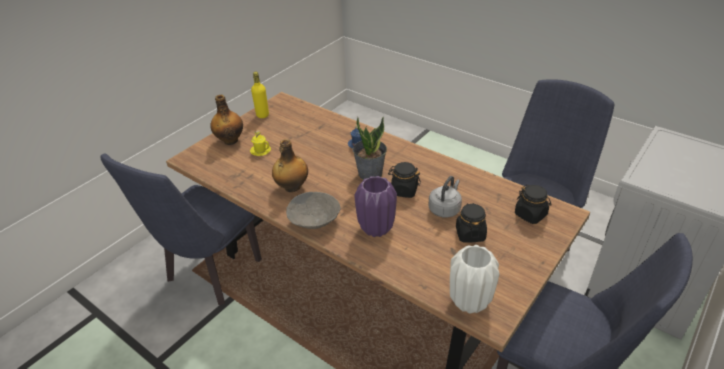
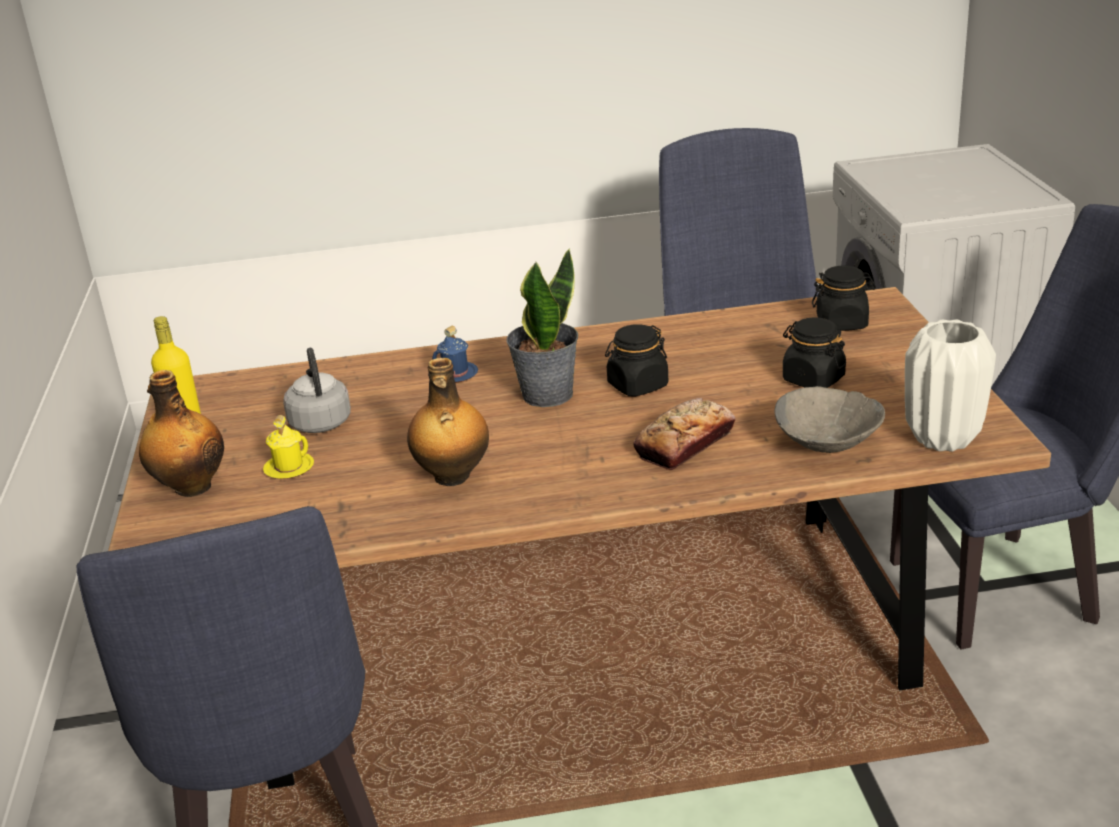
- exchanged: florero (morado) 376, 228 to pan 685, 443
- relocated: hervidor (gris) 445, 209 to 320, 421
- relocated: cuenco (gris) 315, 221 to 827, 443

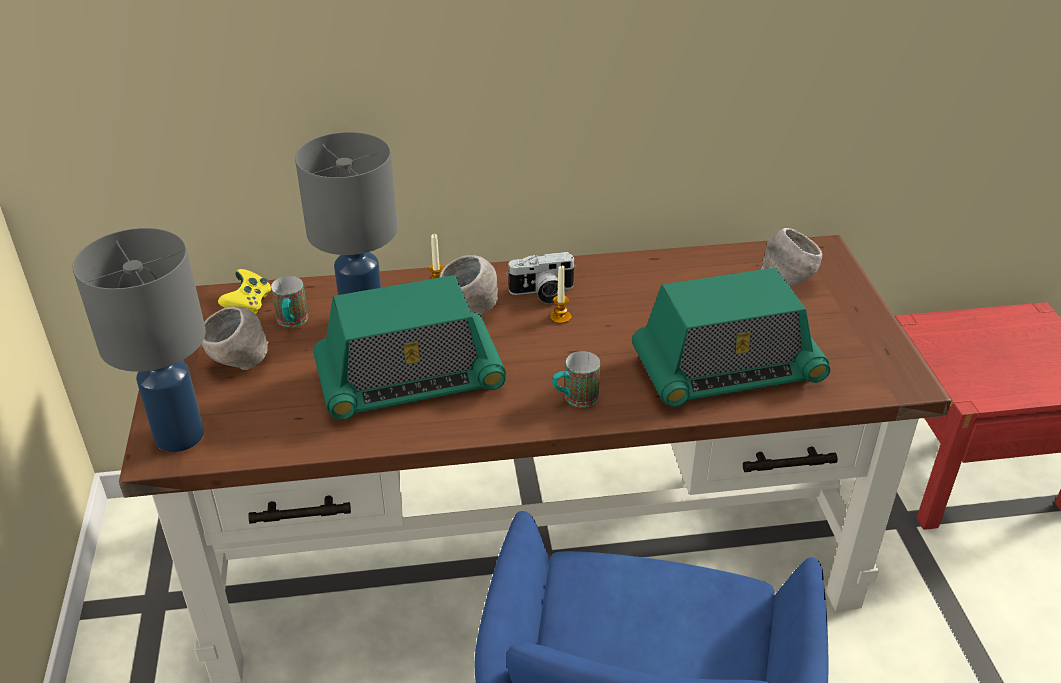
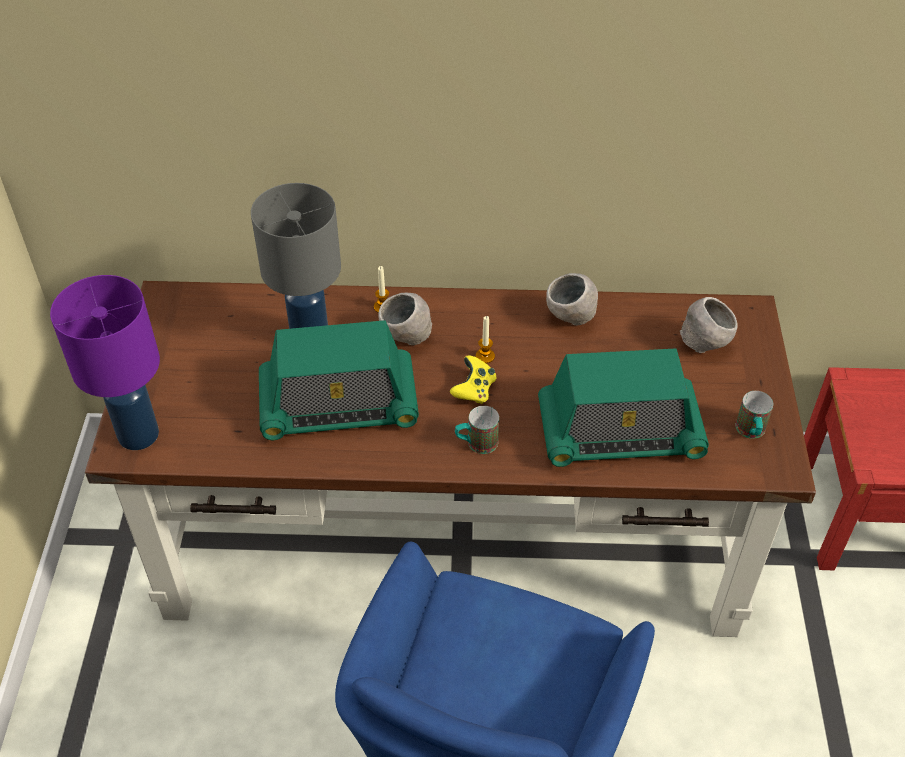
- colour: lámpara de mesa (gris) 180, 434 to lámpara de mesa (morado) 139, 433
- missing: cámara 542, 293
- relocated: mando de consola (amarillo) 248, 304 to 474, 390
- relocated: taza grande 292, 322 to 751, 432
- relocated: cuenco (gris) 240, 364 to 571, 319

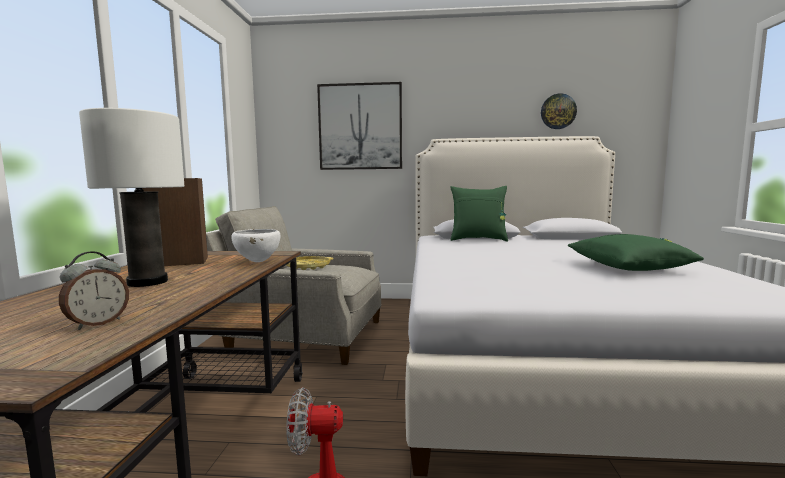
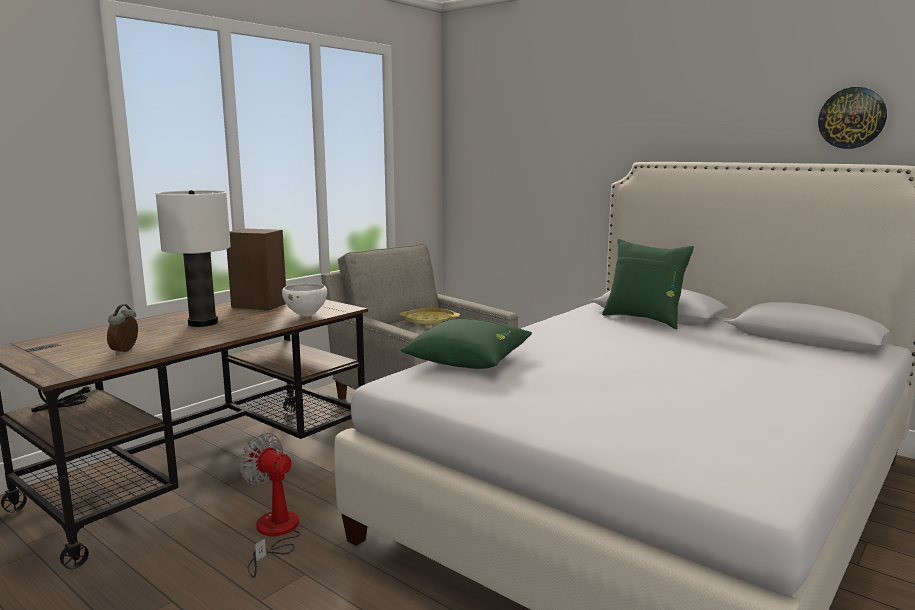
- missing: cuadro 360, 127
- relocated: cojín (verde) 629, 268 to 468, 361
- spun: despertador 97, 323 = 126, 351 120 degrees clockwise

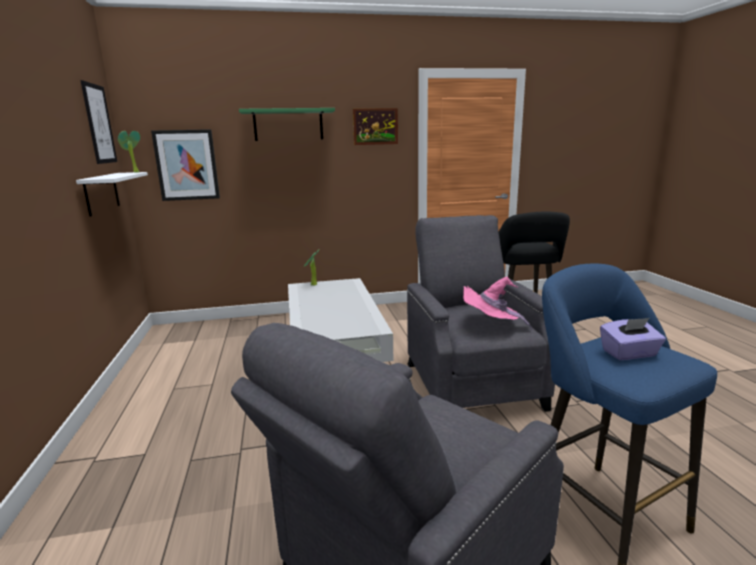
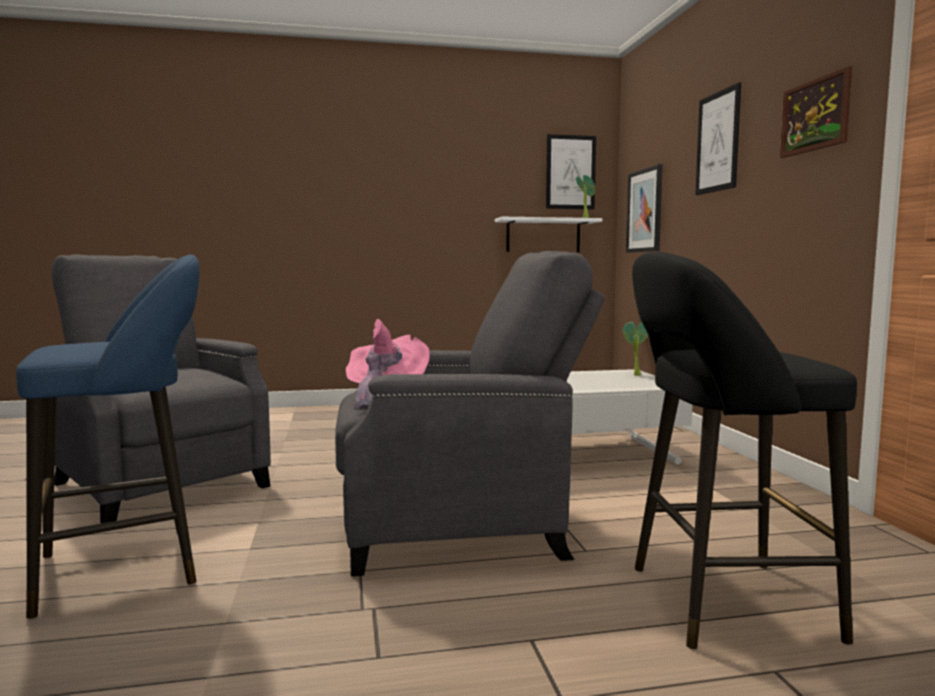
- exchanged: estante (verde) 288, 125 to cuadro 718, 142
- missing: caja de pañuelos (morado) 629, 354

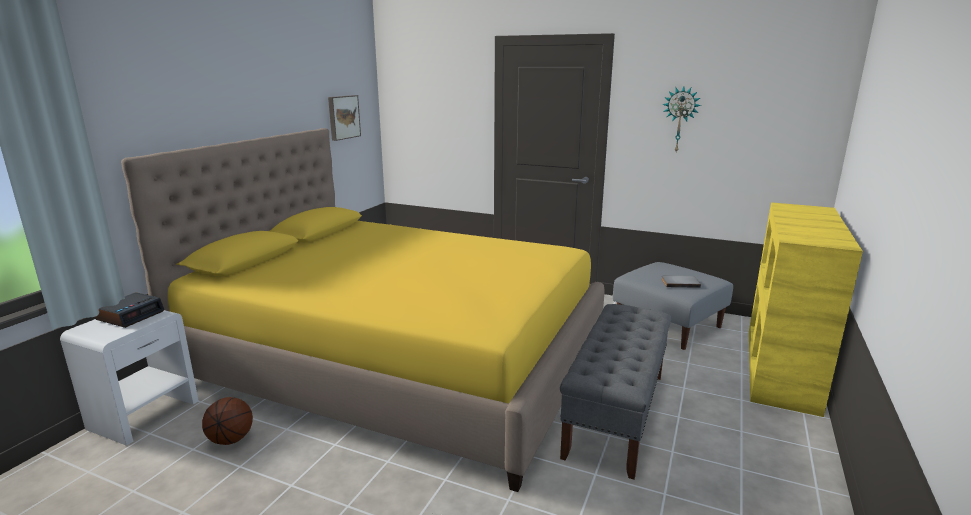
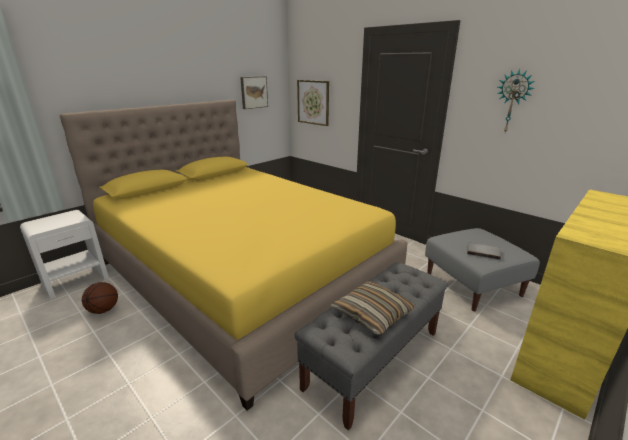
- missing: despertador 131, 315
- appeared: cuadro 313, 102
- appeared: cojín 372, 314

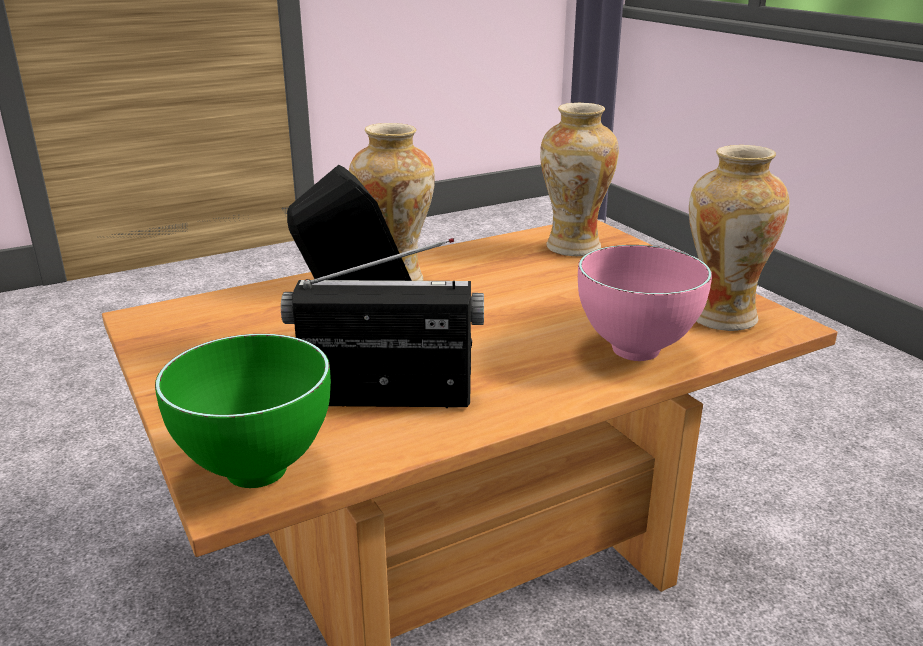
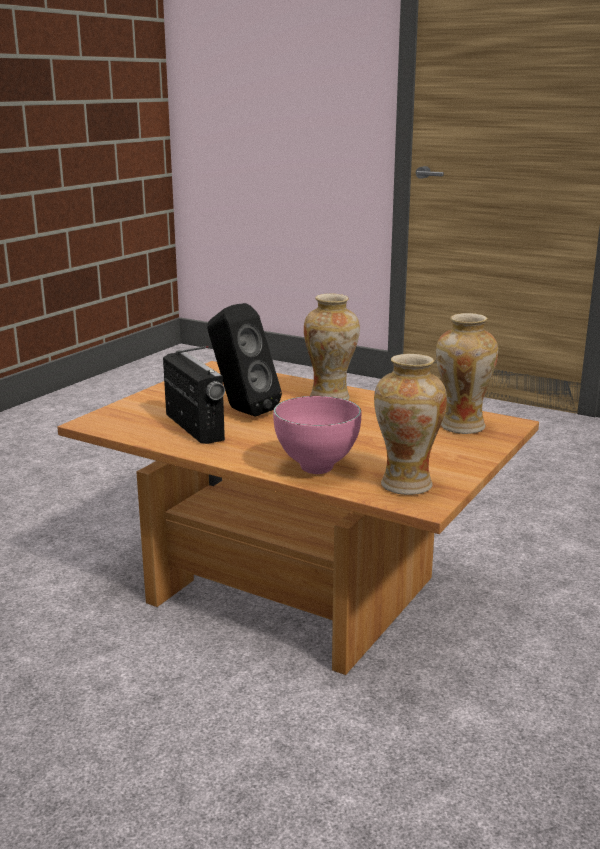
- missing: cuenco (verde) 254, 475

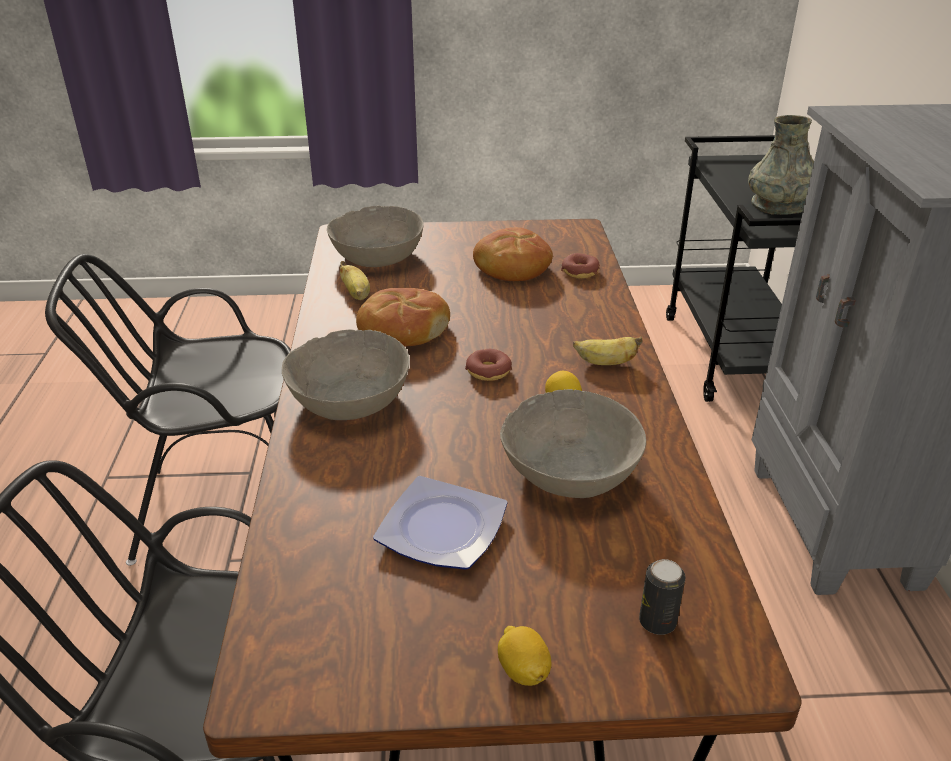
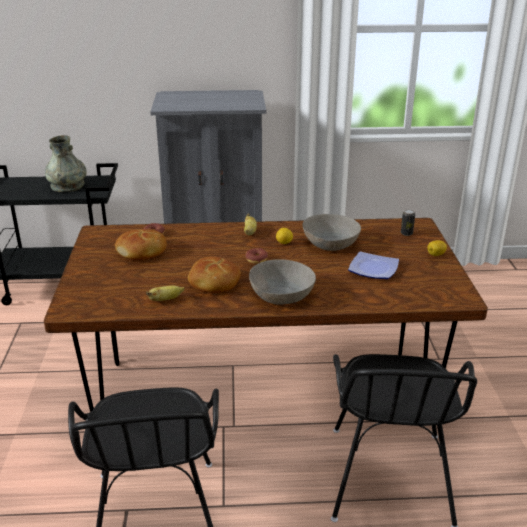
- missing: cuenco (gris) 377, 255

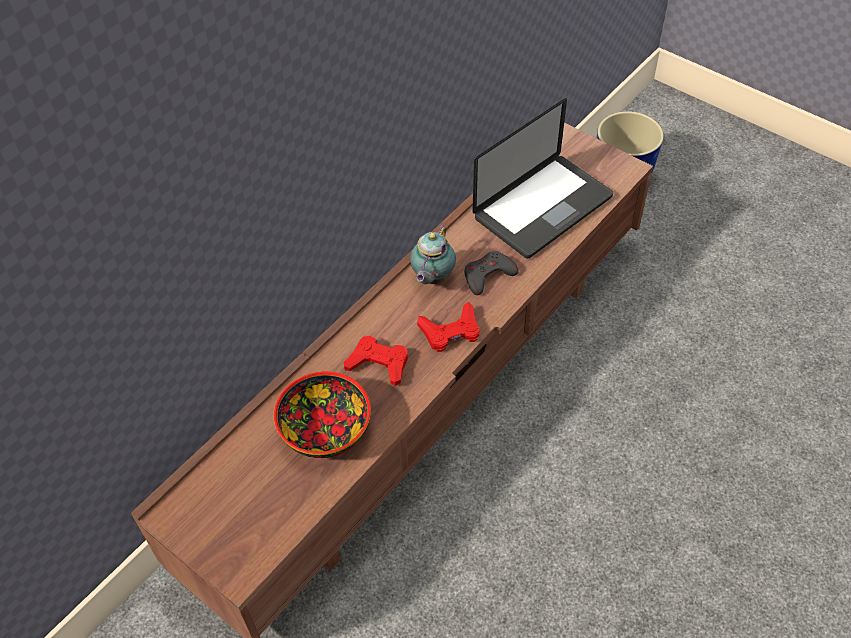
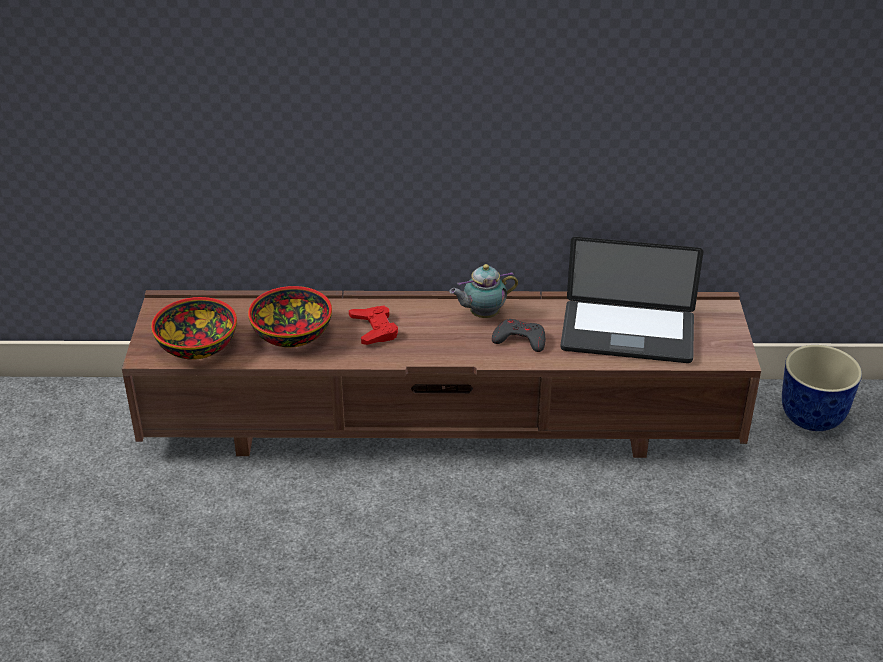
- missing: mando de consola (rojo) 450, 331
- appeared: cuenco 198, 346

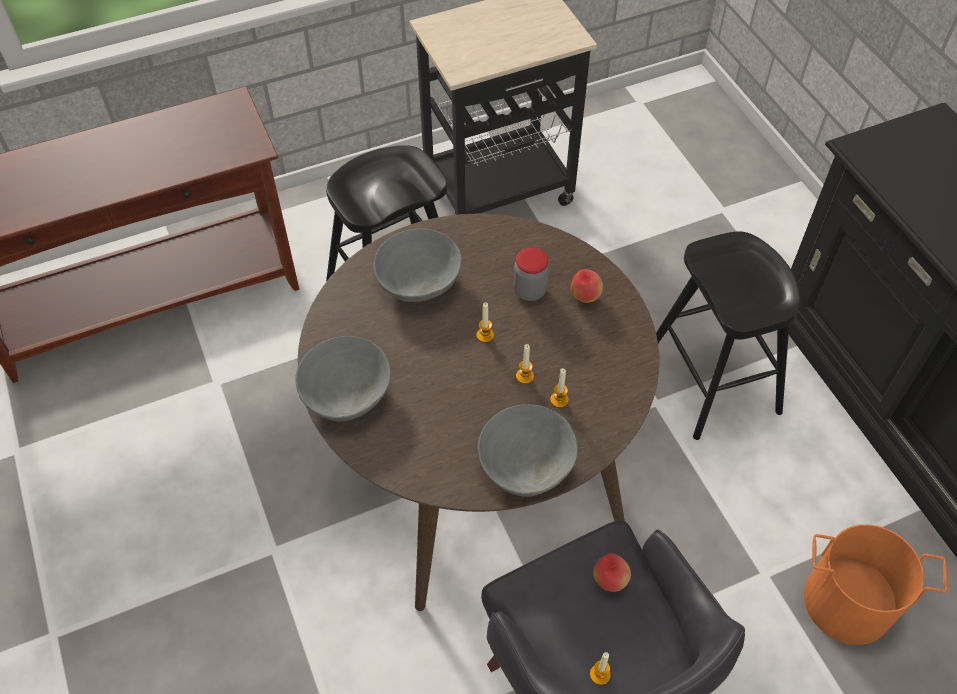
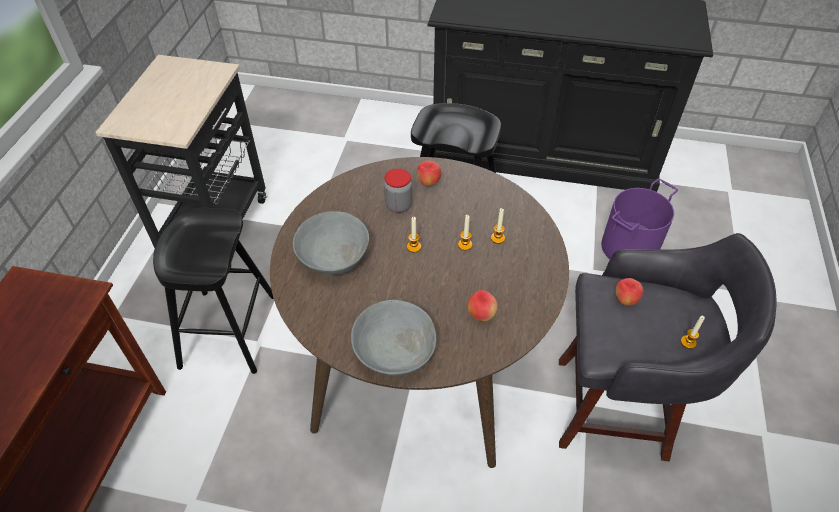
- missing: cuenco (gris) 525, 463
- colour: cubo (naranja) 848, 603 to cubo (morado) 630, 247
- appeared: manzana 481, 315

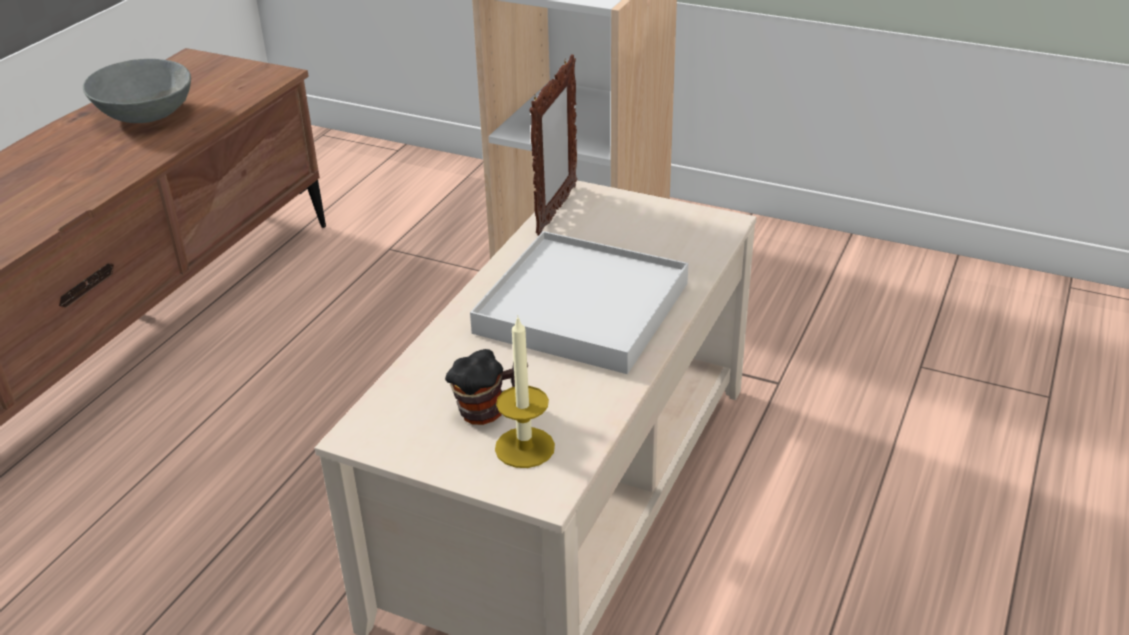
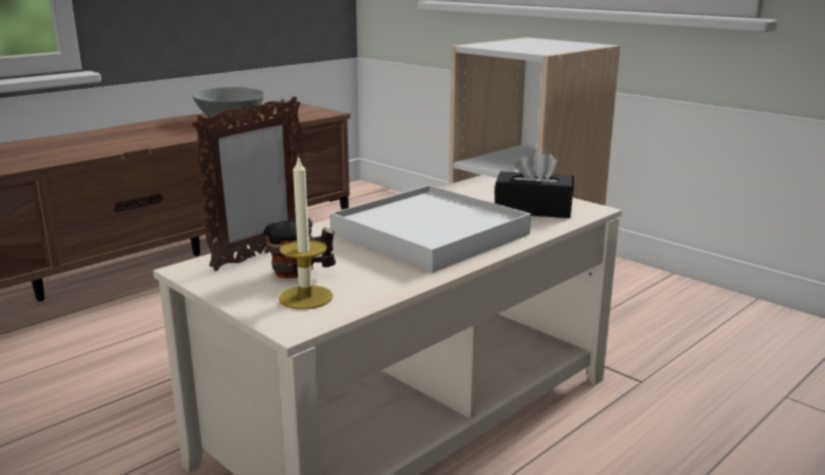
- relocated: portarretratos 556, 211 to 259, 255
- appeared: caja de pañuelos (negro) 533, 209

